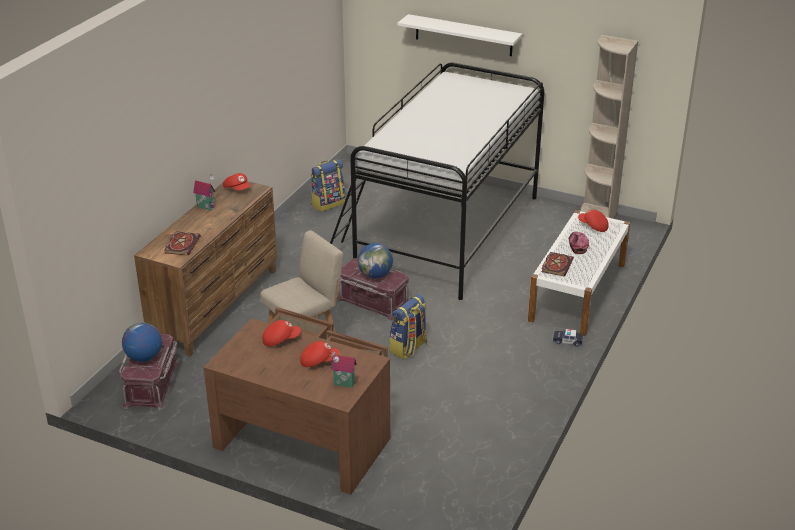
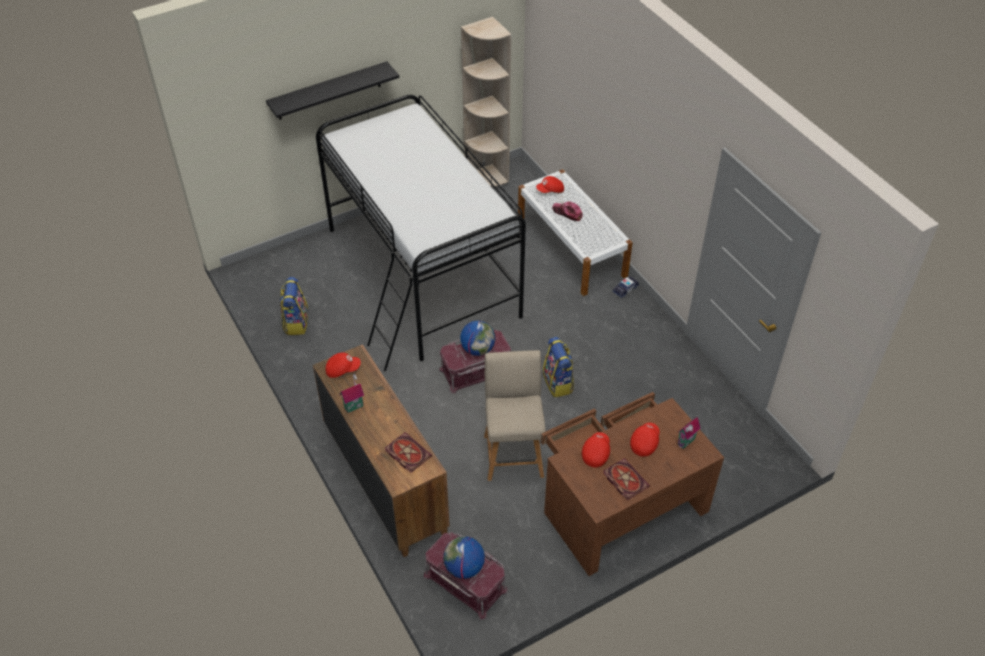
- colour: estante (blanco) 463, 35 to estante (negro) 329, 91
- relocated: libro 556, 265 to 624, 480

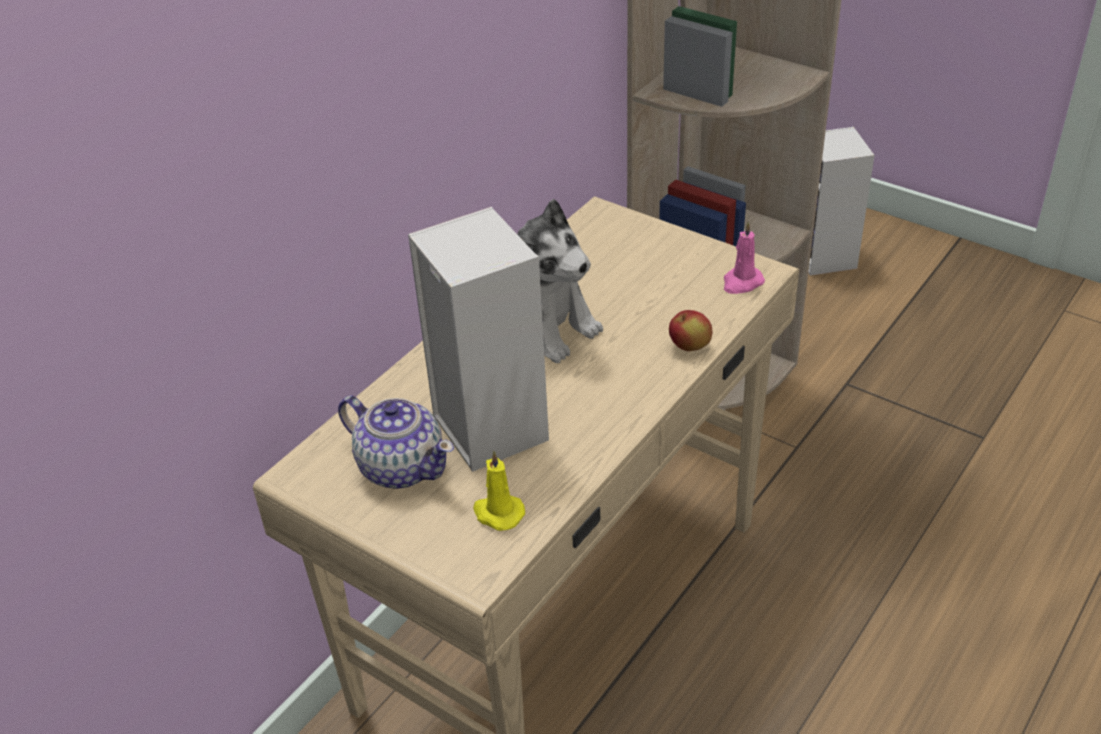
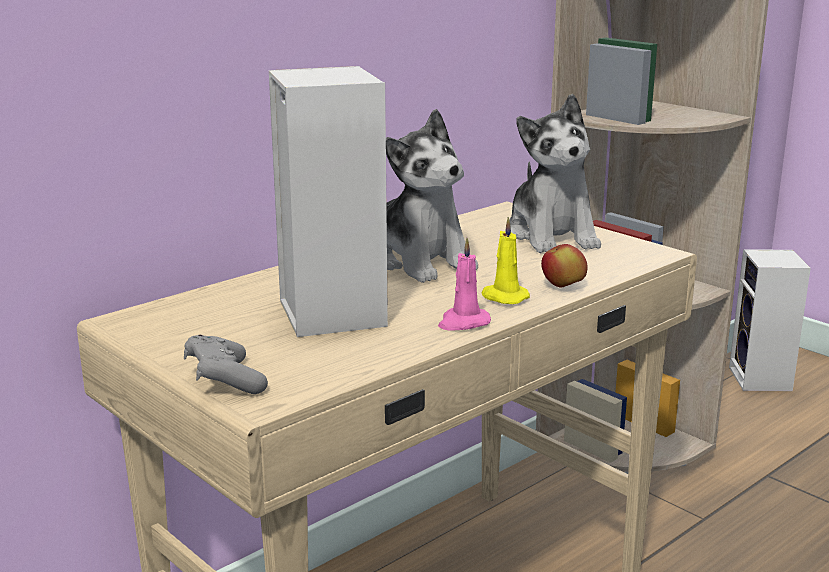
- relocated: vela (rosa) 741, 283 to 463, 323
- missing: tetera 401, 466
- relocated: vela (amarillo) 497, 513 to 503, 297
- appeared: peluche 552, 236
- appeared: mando de consola (gris) 224, 381

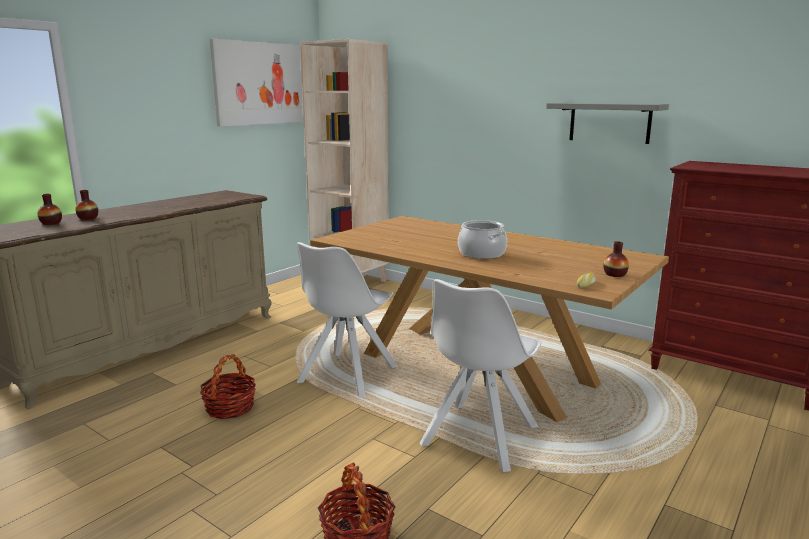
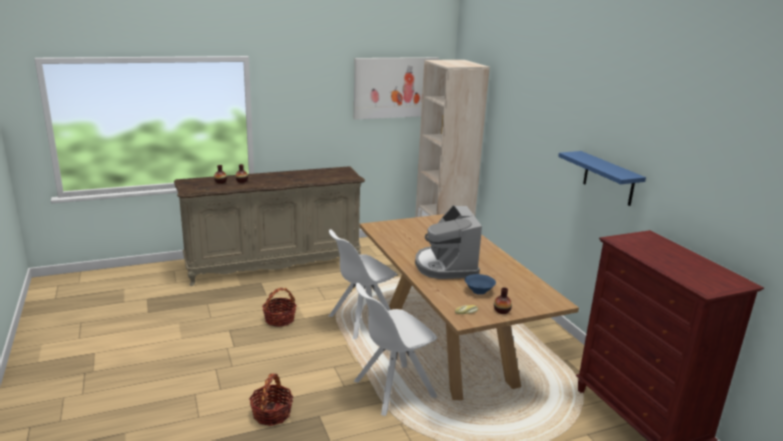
- colour: estante (gris) 609, 122 to estante (azul) 608, 178
- exchanged: olla 482, 253 to cafetera 445, 266
- appeared: cuenco (azul) 479, 291

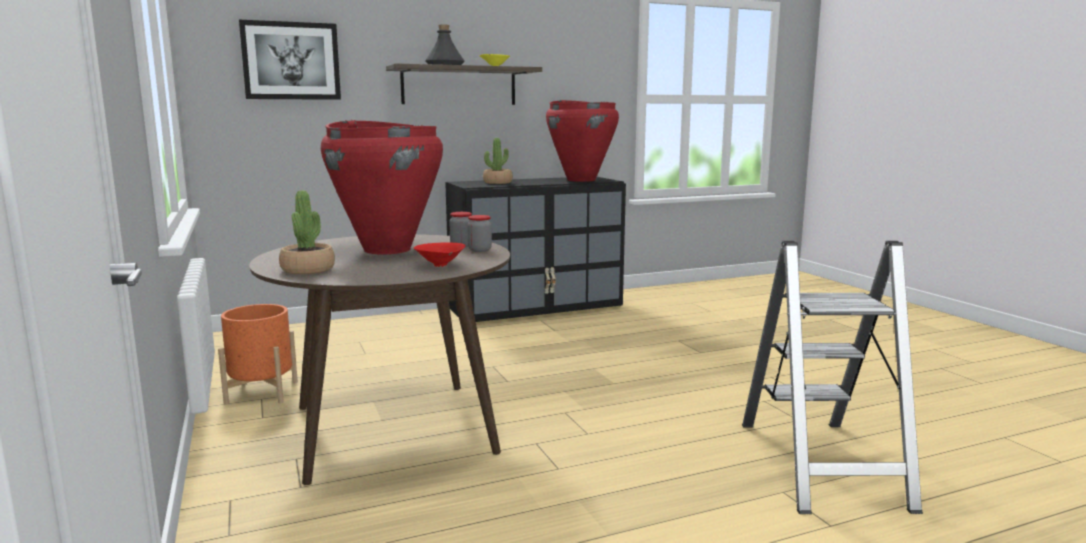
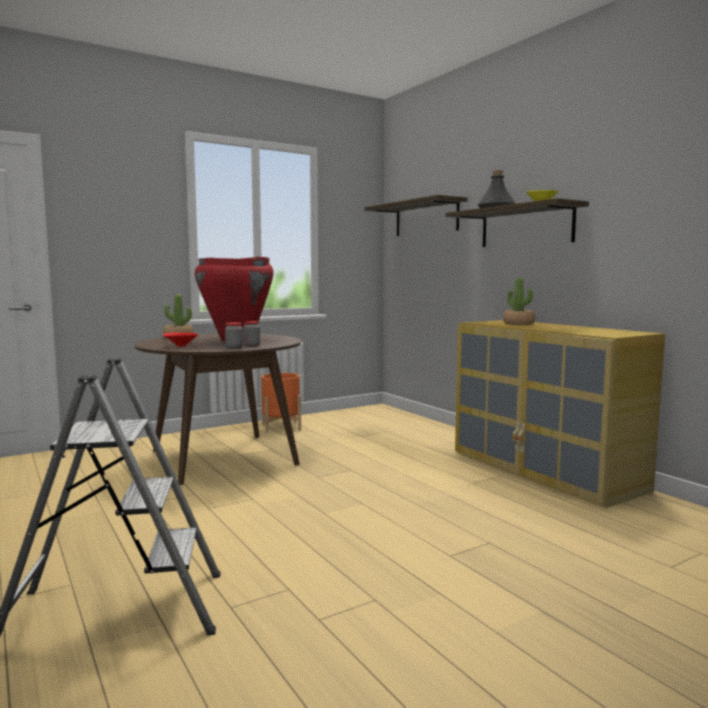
- exchanged: cuadro 291, 61 to estante 426, 218
- missing: florero (rojo) 581, 180
- colour: armario (negro) 537, 308 to armario (amarillo) 544, 471

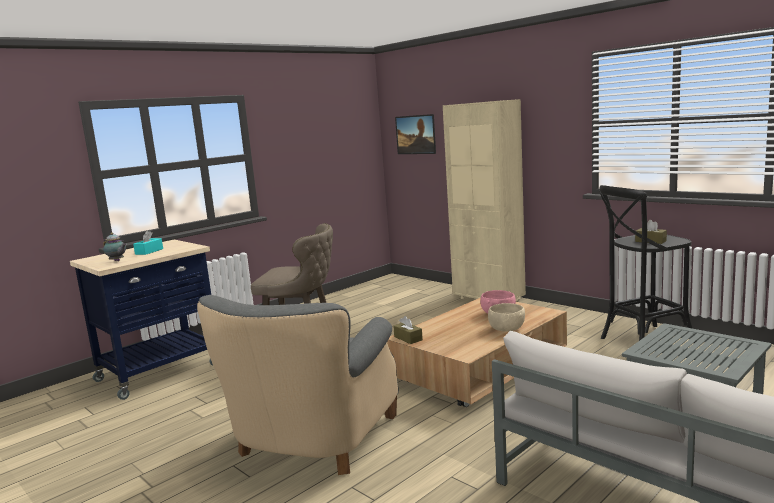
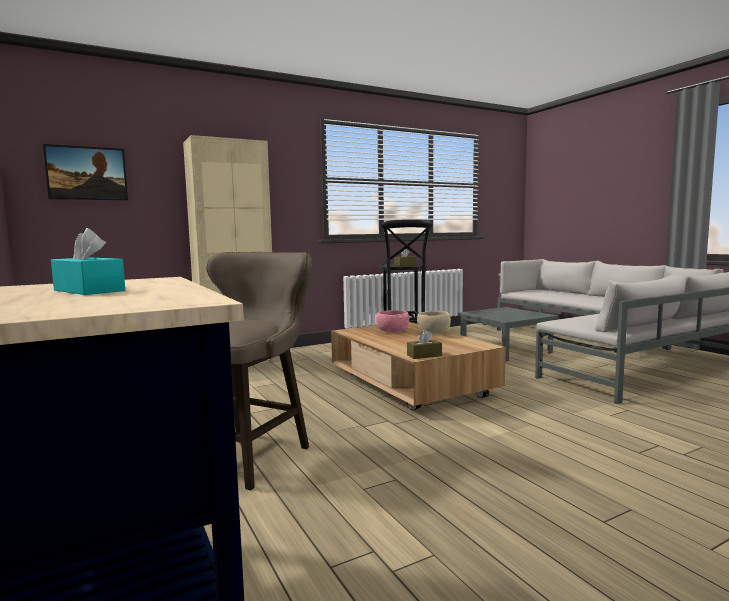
- missing: tetera 117, 261
- missing: sillón (gris) 314, 441

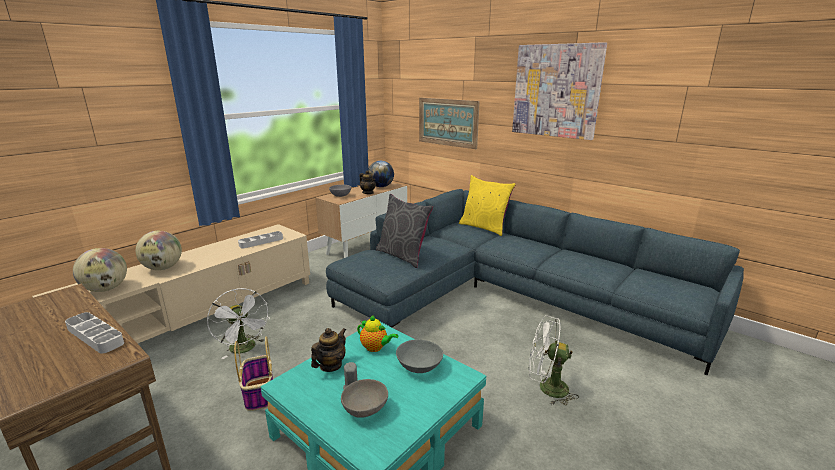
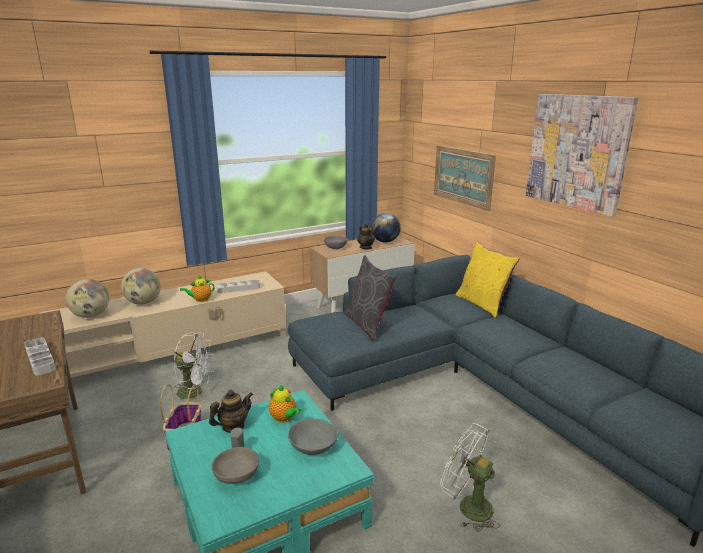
- spun: ventilador (blanco) 245, 349 = 195, 392 60 degrees counterclockwise
- appeared: tetera 200, 300

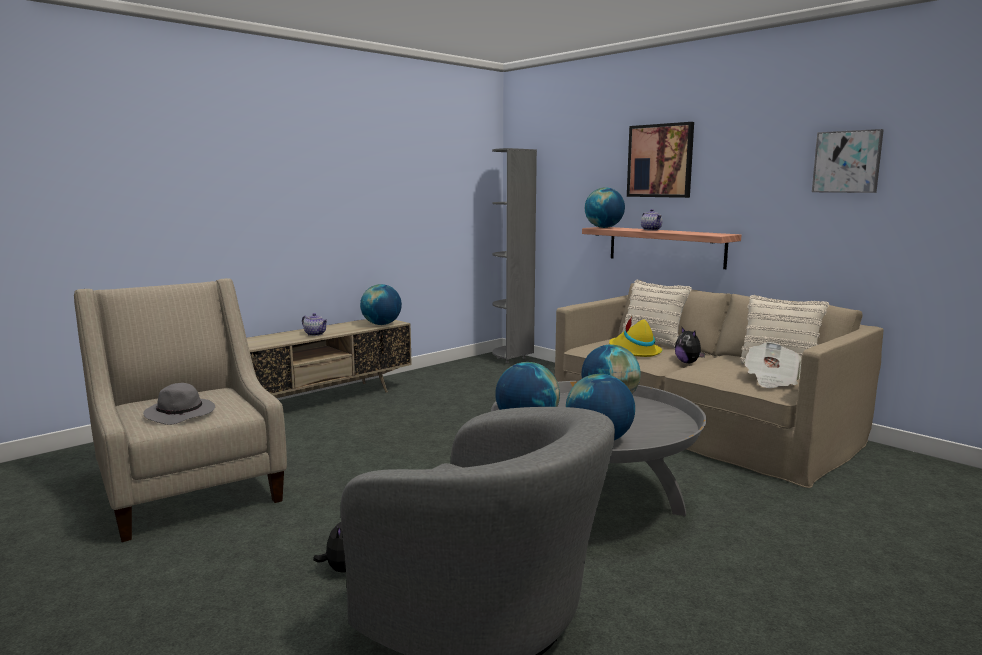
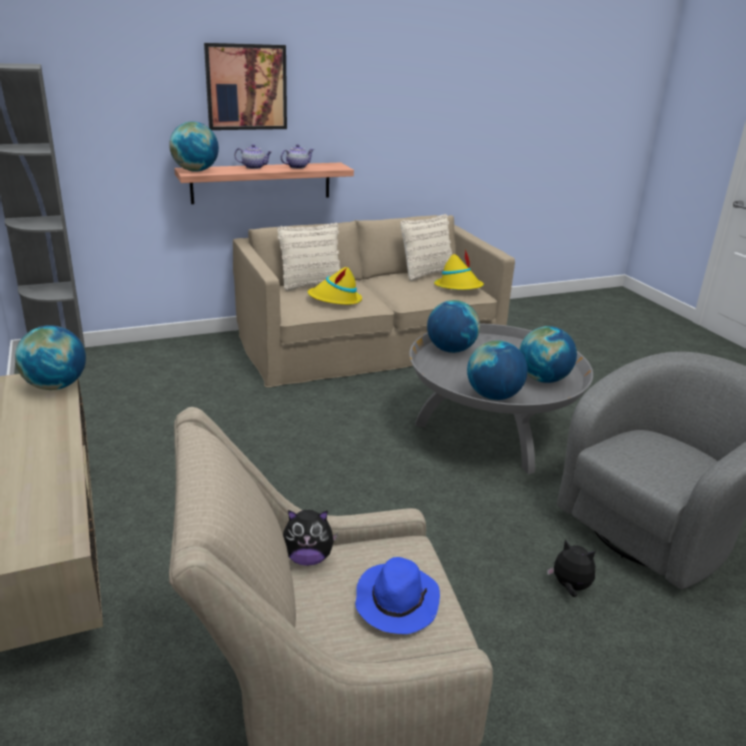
- missing: cuadro 847, 162
- relocated: tetera 316, 334 to 297, 167
- relocated: peluche 688, 362 to 308, 558
- exchanged: periódico 771, 380 to sombrero (amarillo) 458, 287
- colour: sombrero (gris) 181, 414 to sombrero (azul) 396, 601

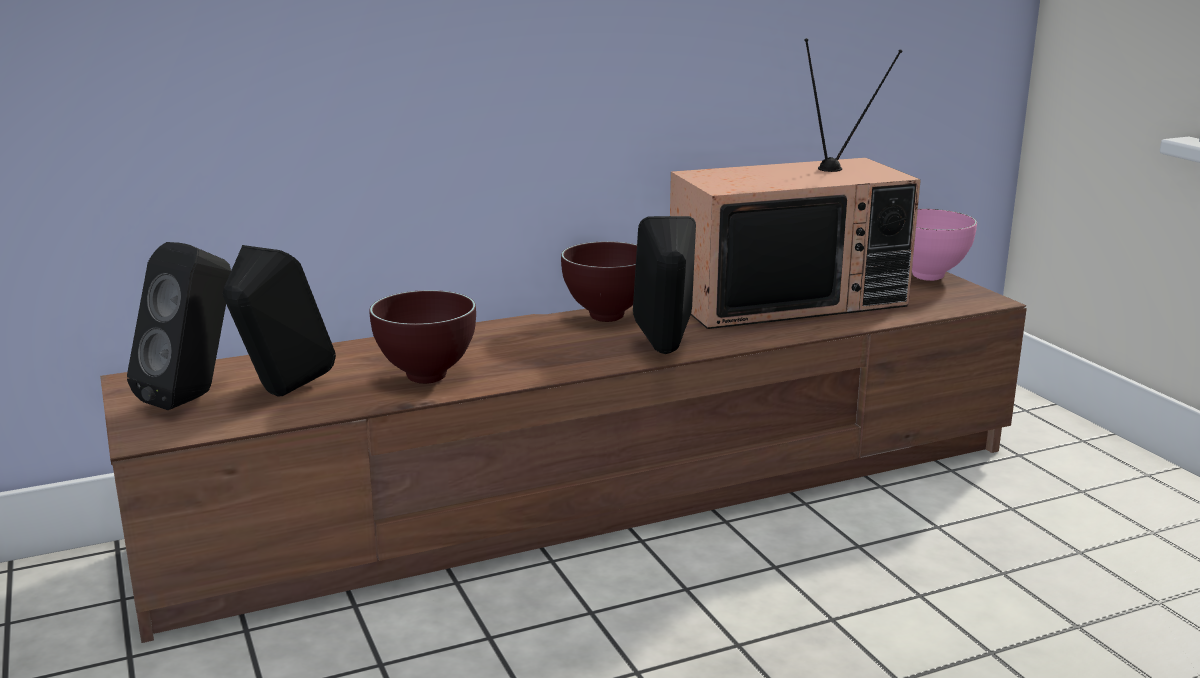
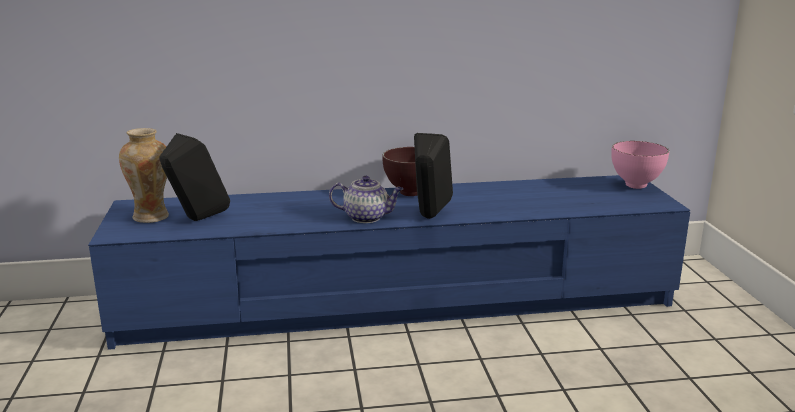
- missing: televisor 787, 299
- exchanged: altavoz (negro) 195, 397 to florero 152, 217
- colour: mueble de televisión (marrón) 599, 496 to mueble de televisión (azul) 397, 302
- missing: cuenco (marrón) 424, 378
- appeared: tetera 367, 217

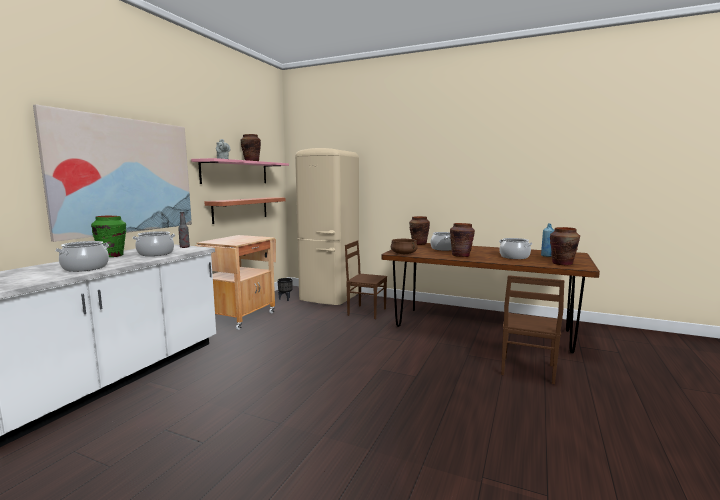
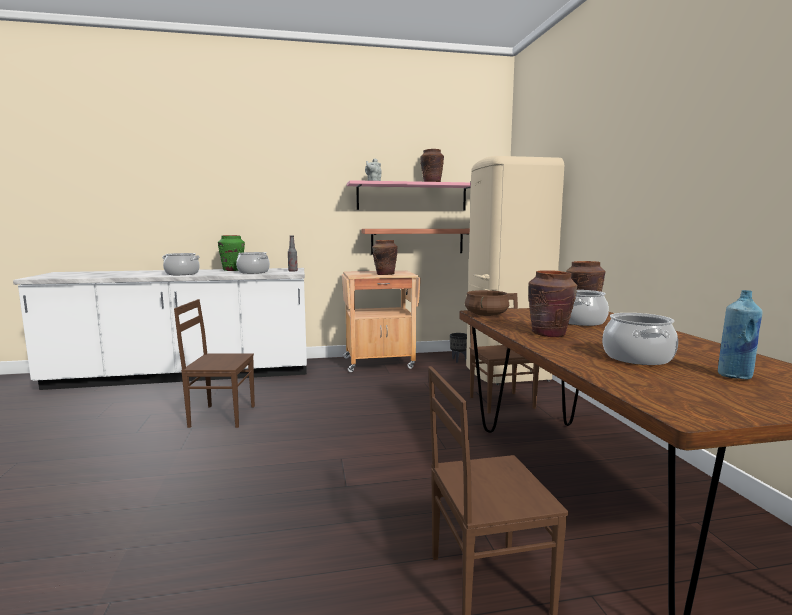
- missing: cuadro 125, 176
- relocated: florero (marrón) 562, 263 to 385, 274
- appeared: silla (marrón) 221, 416

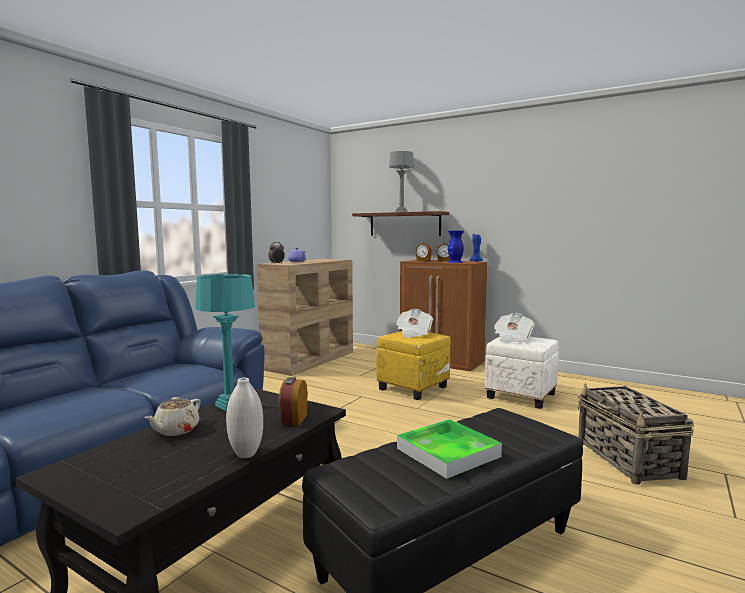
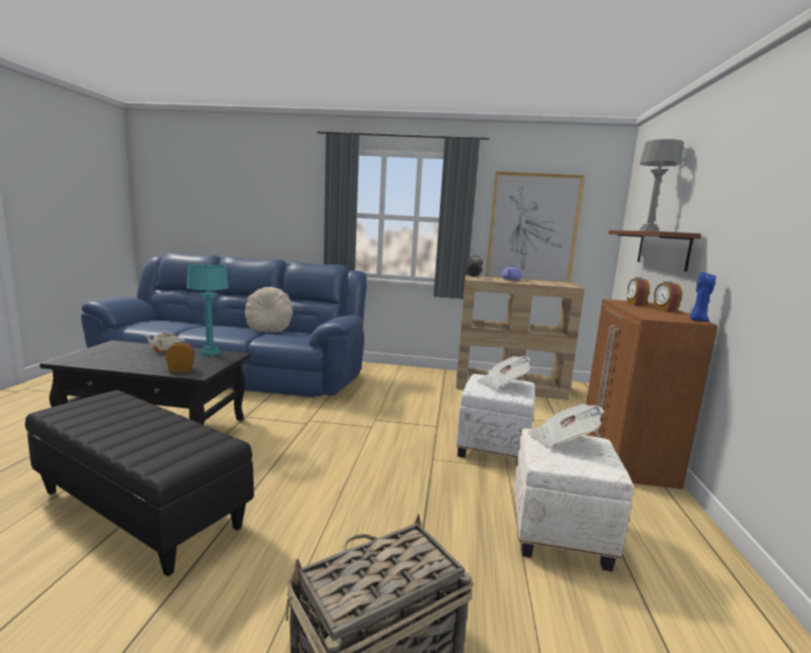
- missing: florero (azul) 455, 262
- colour: puf (amarillo) 413, 388 to puf (blanco) 494, 448
- missing: florero (blanco) 246, 454
- missing: bandeja 448, 452
- appeared: cuadro 532, 228
- appeared: cojín (beis) 269, 331

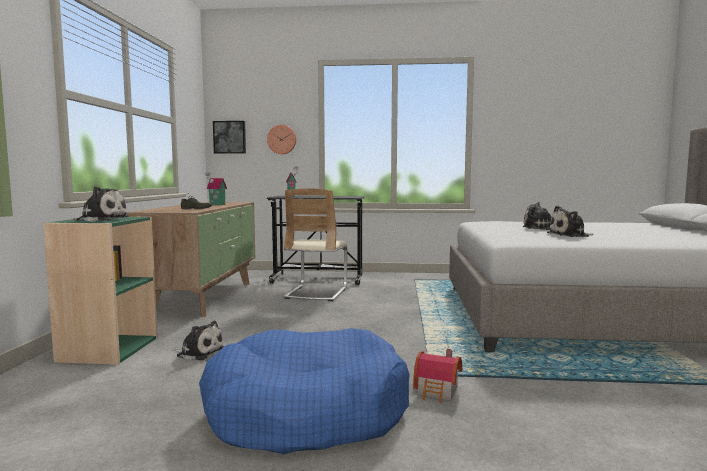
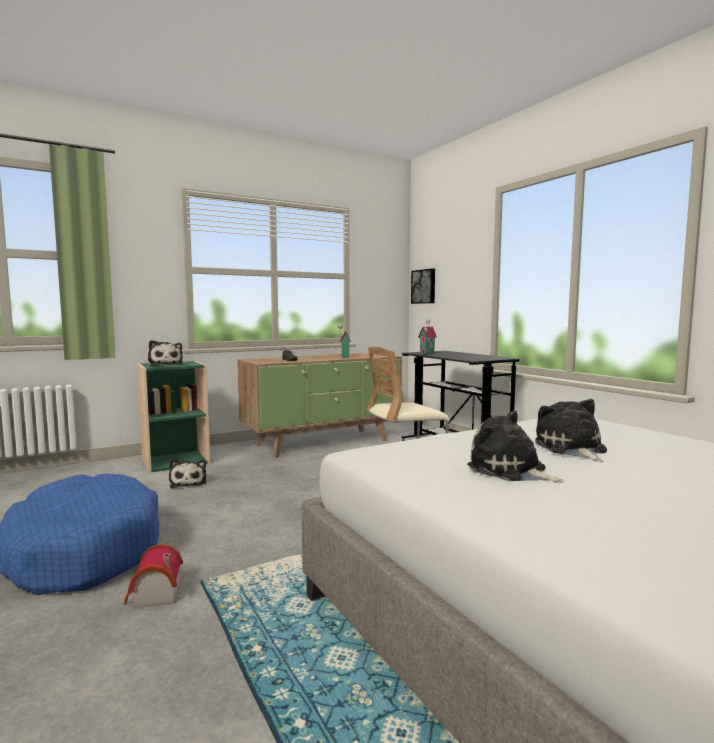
- missing: reloj de pared 282, 139

